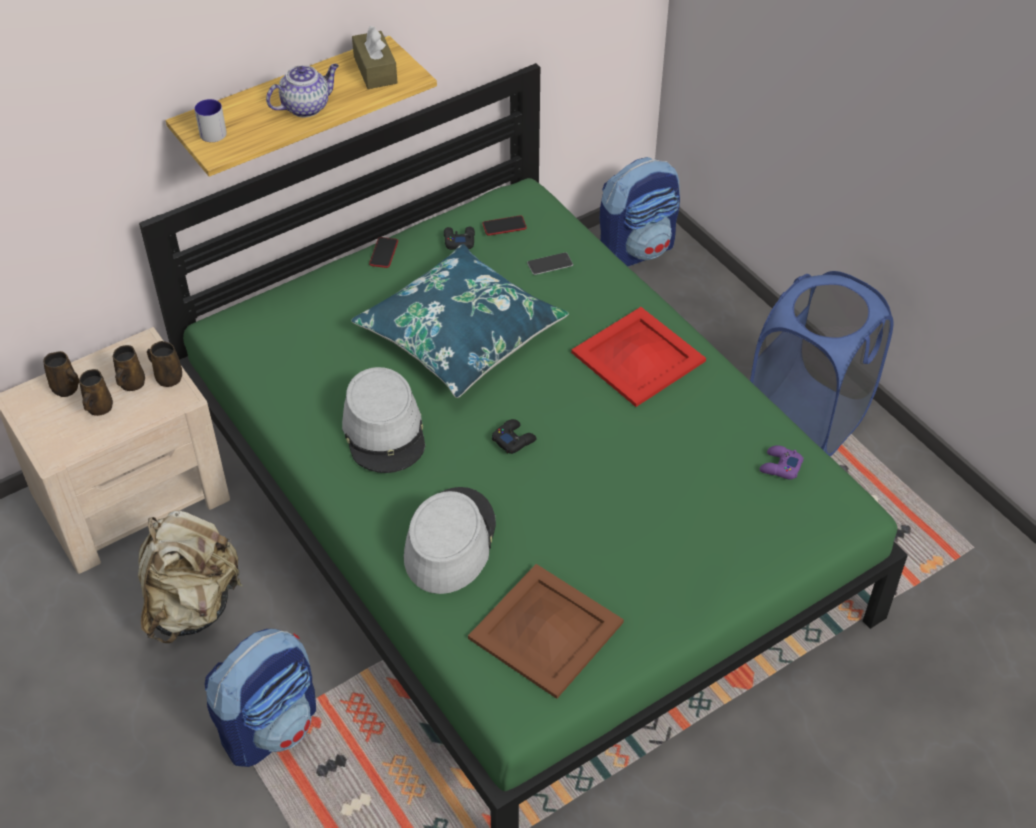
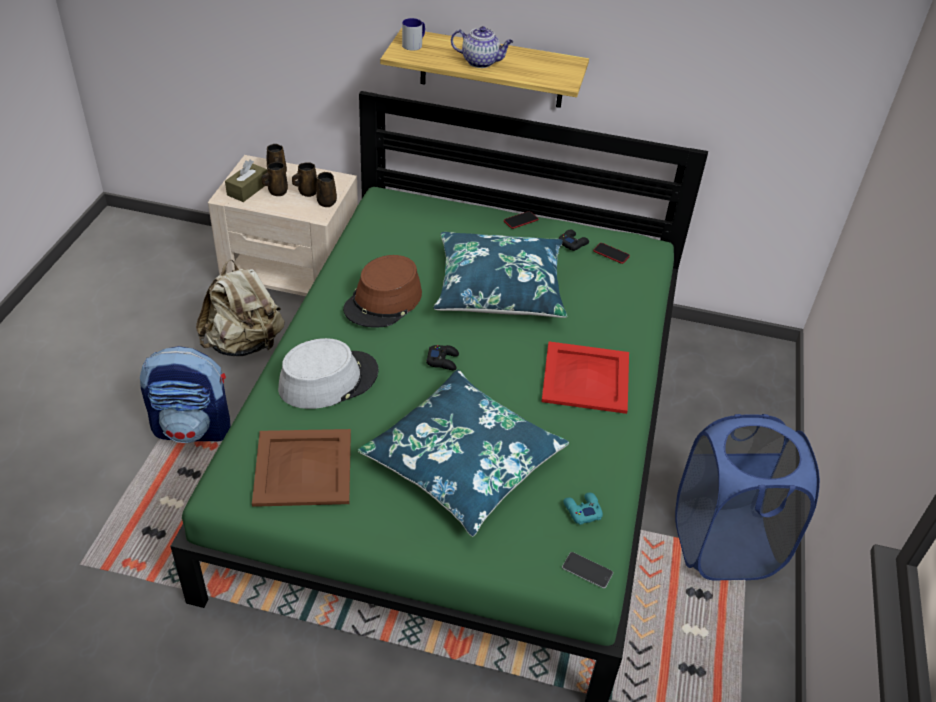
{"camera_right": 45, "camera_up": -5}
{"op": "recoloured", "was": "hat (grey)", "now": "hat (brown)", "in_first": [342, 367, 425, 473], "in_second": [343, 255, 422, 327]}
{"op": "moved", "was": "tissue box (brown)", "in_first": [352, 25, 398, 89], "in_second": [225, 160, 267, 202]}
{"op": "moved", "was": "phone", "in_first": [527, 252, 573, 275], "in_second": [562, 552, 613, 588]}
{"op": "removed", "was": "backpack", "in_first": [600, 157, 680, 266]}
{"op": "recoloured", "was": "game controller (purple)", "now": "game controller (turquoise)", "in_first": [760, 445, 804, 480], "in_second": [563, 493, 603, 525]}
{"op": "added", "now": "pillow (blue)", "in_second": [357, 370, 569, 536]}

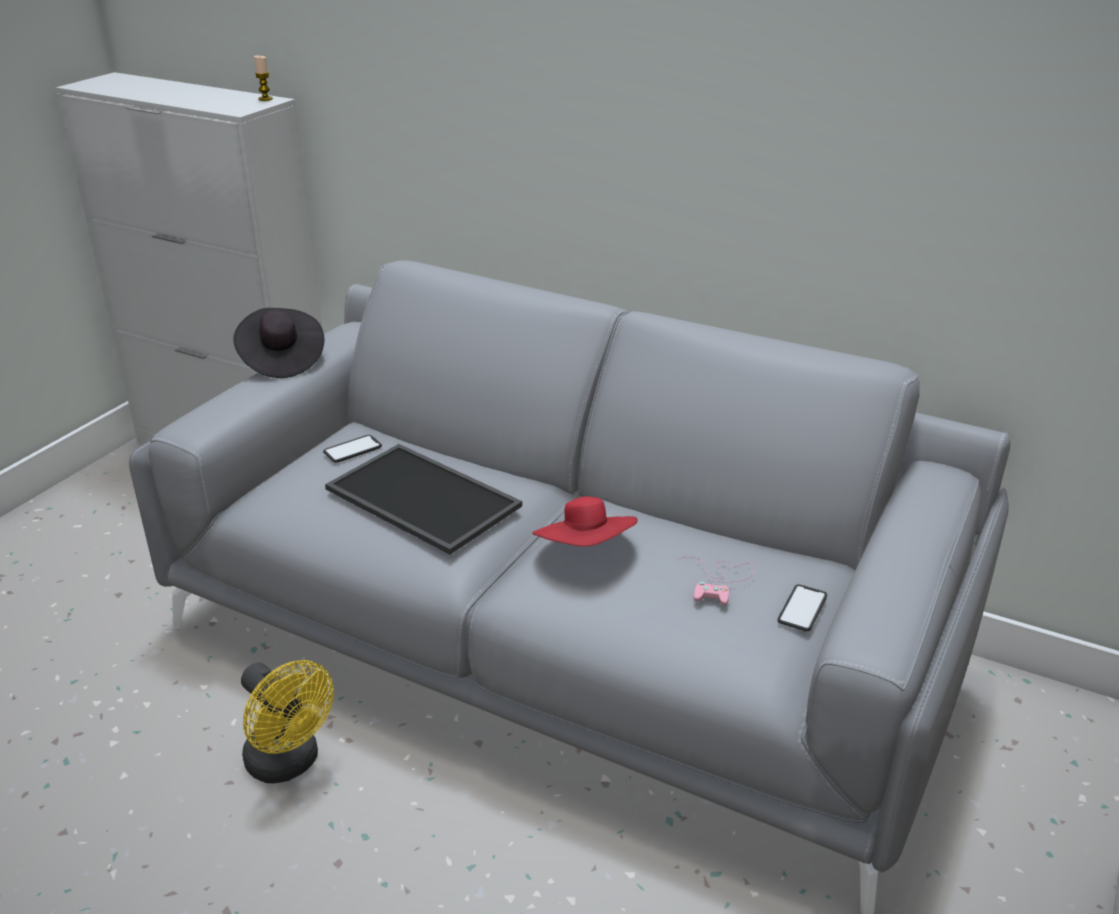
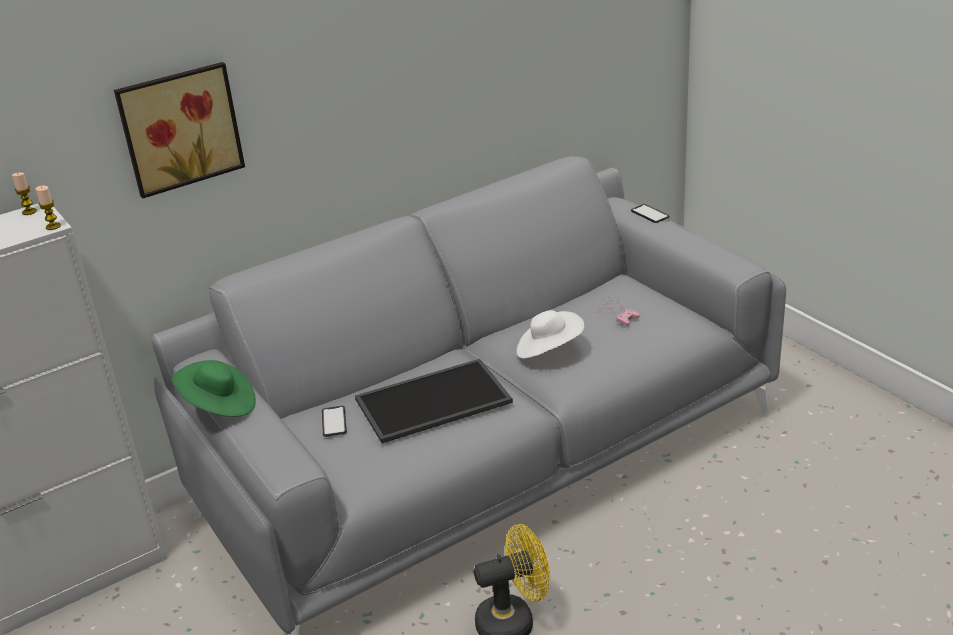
{"camera_right": -60, "camera_up": 0}
{"op": "recoloured", "was": "hat (black)", "now": "hat (green)", "in_first": [233, 308, 325, 378], "in_second": [172, 360, 256, 417]}
{"op": "recoloured", "was": "hat (red)", "now": "hat (white)", "in_first": [533, 496, 638, 547], "in_second": [517, 310, 584, 359]}
{"op": "moved", "was": "phone", "in_first": [778, 584, 827, 631], "in_second": [631, 204, 669, 223]}
{"op": "added", "now": "candle", "in_second": [36, 186, 61, 230]}
{"op": "added", "now": "picture", "in_second": [114, 62, 245, 198]}

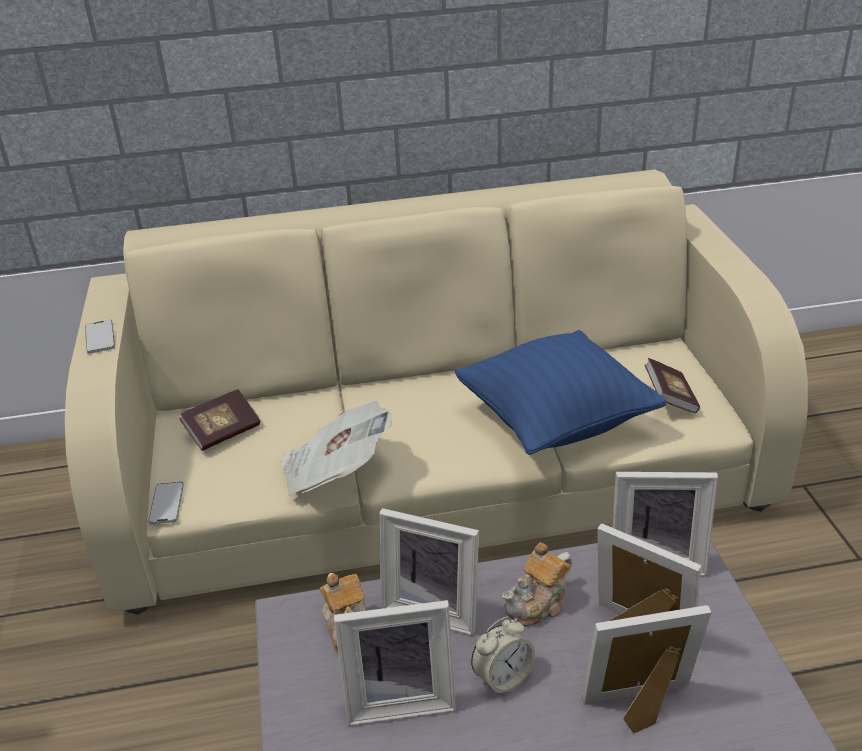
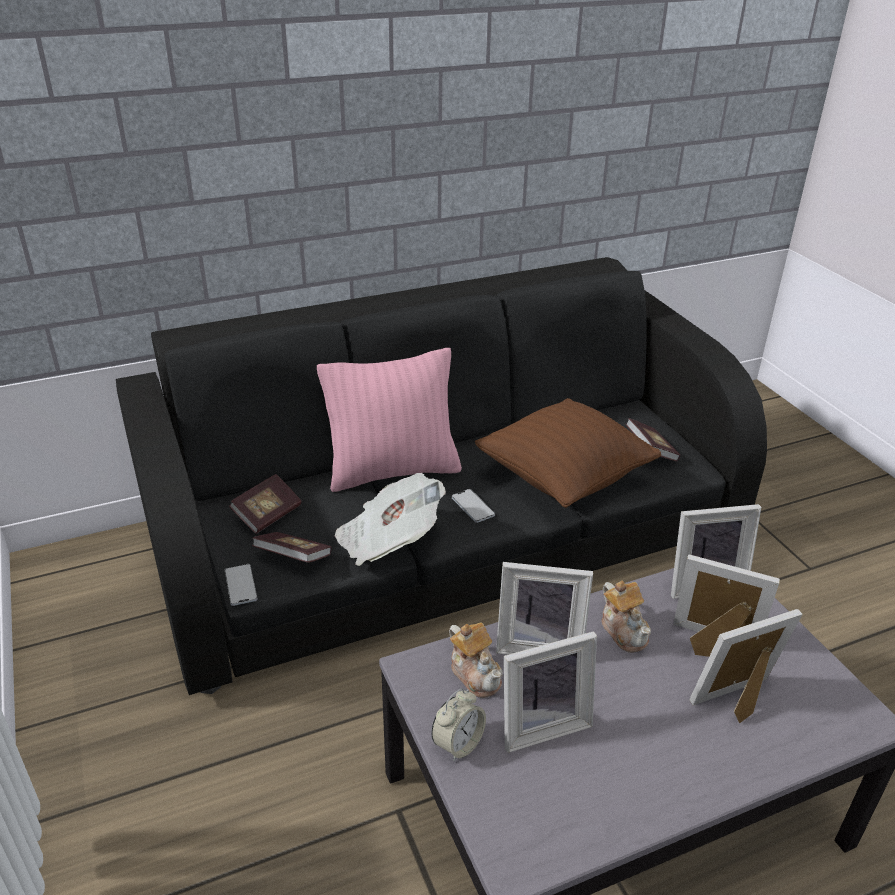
{"camera_right": -15, "camera_up": 0}
{"op": "recoloured", "was": "sofa (beige)", "now": "sofa (black)", "in_first": [65, 169, 808, 615], "in_second": [116, 257, 767, 695]}
{"op": "moved", "was": "phone", "in_first": [85, 320, 115, 354], "in_second": [452, 489, 495, 523]}
{"op": "recoloured", "was": "pillow (blue)", "now": "pillow (brown)", "in_first": [455, 330, 666, 455], "in_second": [475, 398, 661, 508]}
{"op": "moved", "was": "alarm clock", "in_first": [471, 616, 535, 696], "in_second": [431, 688, 486, 762]}
{"op": "turned", "was": "teapot", "in_first": [502, 543, 572, 626], "in_second": [602, 581, 651, 653], "clockwise": -60}
{"op": "added", "now": "book", "in_second": [252, 532, 332, 563]}
{"op": "added", "now": "pillow (pink)", "in_second": [317, 348, 462, 492]}

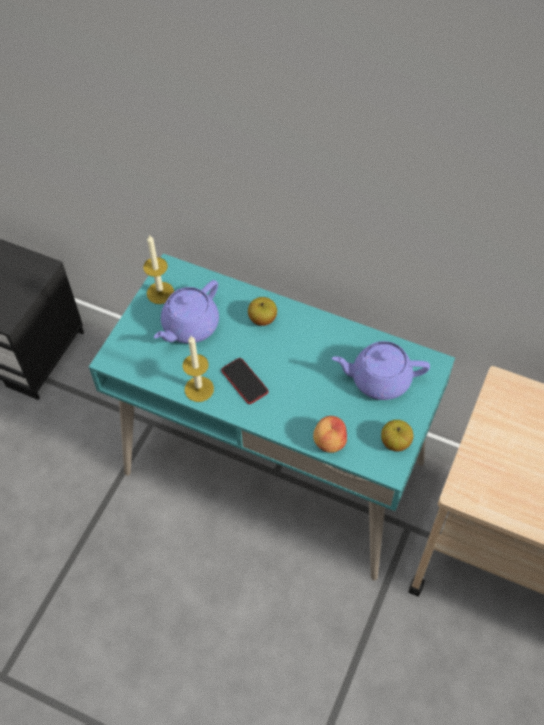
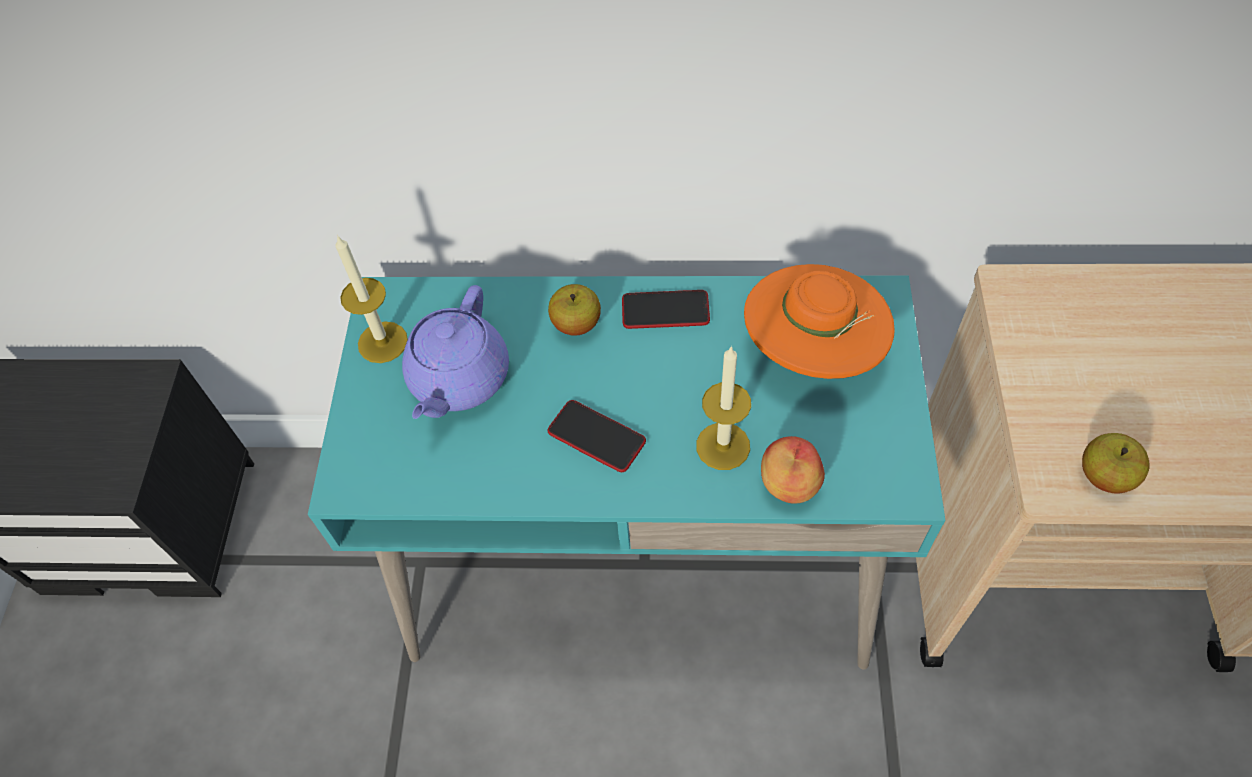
{"camera_right": -20, "camera_up": 0}
{"op": "moved", "was": "candle", "in_first": [183, 336, 214, 402], "in_second": [696, 346, 751, 470]}
{"op": "replaced", "was": "teapot (purple)", "now": "hat (orange)", "in_first": [332, 341, 430, 400], "in_second": [744, 264, 895, 379]}
{"op": "moved", "was": "apple", "in_first": [381, 420, 413, 451], "in_second": [1082, 433, 1150, 493]}
{"op": "added", "now": "phone", "in_second": [622, 290, 710, 329]}

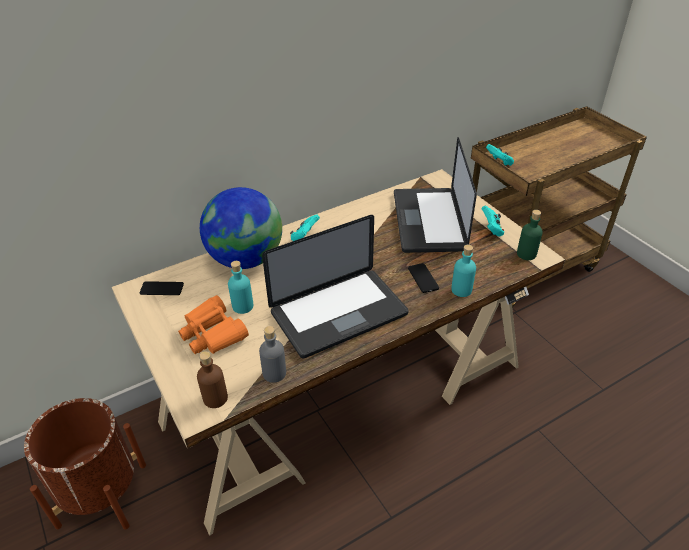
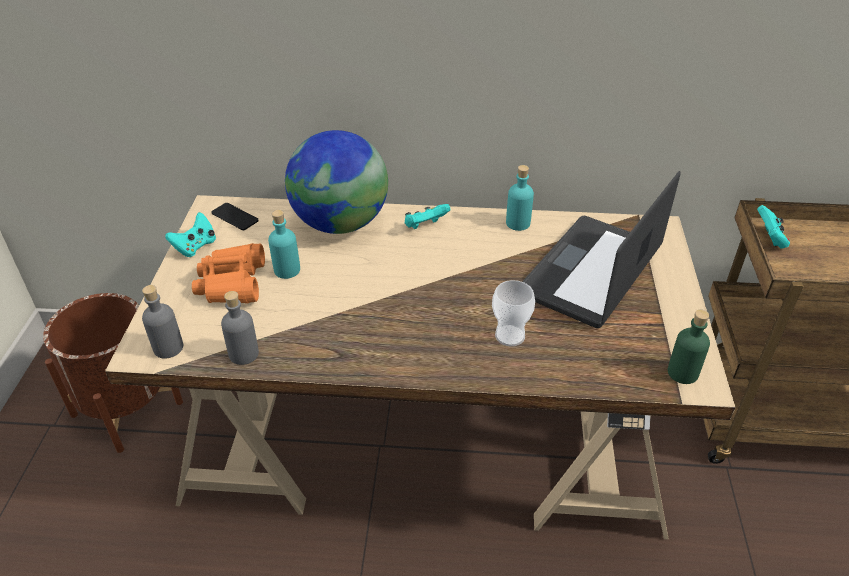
{"camera_right": 35, "camera_up": 0}
{"op": "recoloured", "was": "bottle (brown)", "now": "bottle (grey)", "in_first": [197, 351, 228, 408], "in_second": [142, 285, 183, 358]}
{"op": "removed", "was": "laptop", "in_first": [262, 215, 409, 358]}
{"op": "replaced", "was": "phone", "now": "cup", "in_first": [408, 263, 439, 293], "in_second": [492, 280, 535, 346]}
{"op": "moved", "was": "bottle (turquoise)", "in_first": [451, 245, 476, 297], "in_second": [506, 165, 534, 231]}
{"op": "moved", "was": "game controller (turquoise)", "in_first": [482, 206, 504, 236], "in_second": [165, 212, 216, 257]}

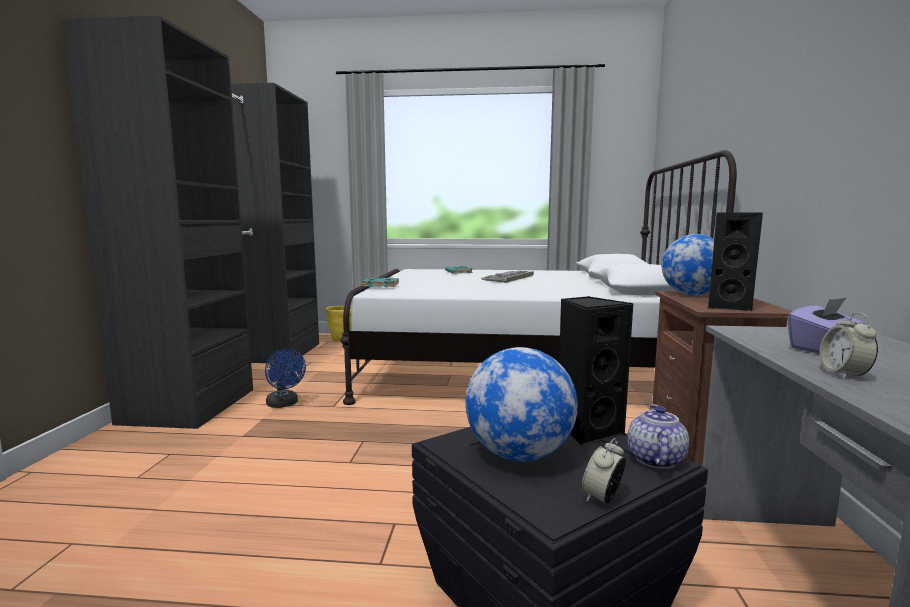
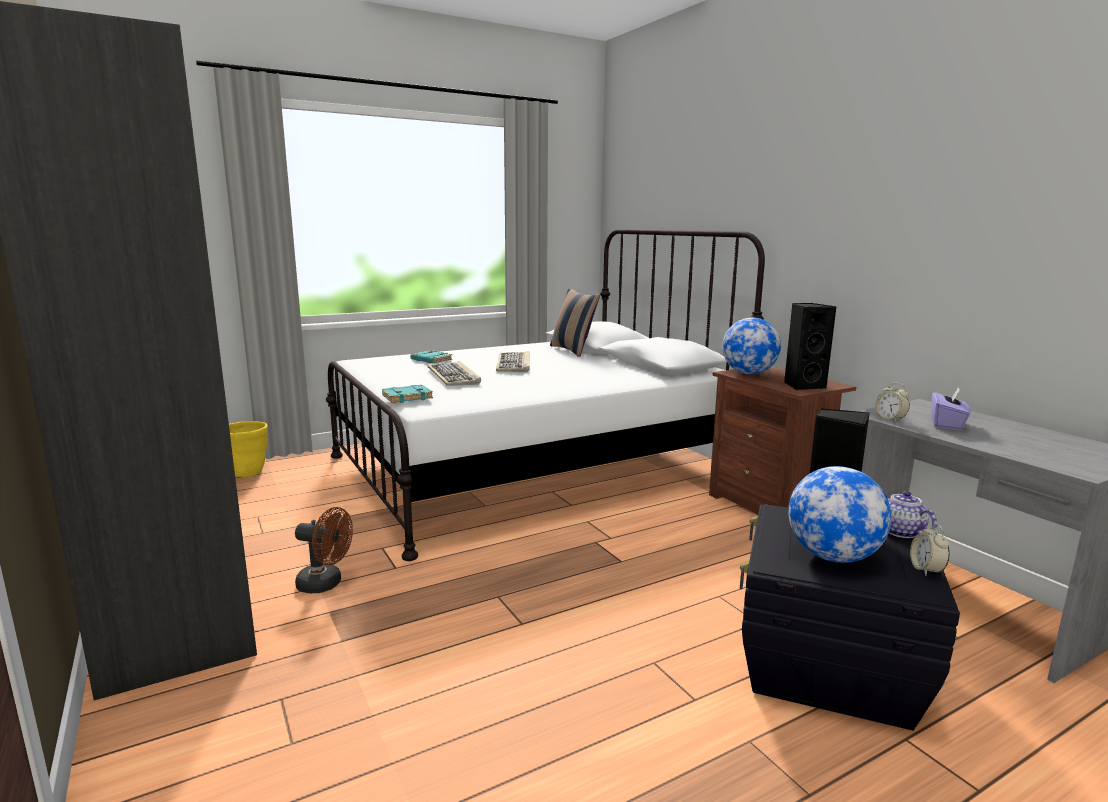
{"camera_right": -35, "camera_up": 5}
{"op": "recoloured", "was": "fan (blue)", "now": "fan (brown)", "in_first": [265, 349, 306, 408], "in_second": [295, 507, 353, 593]}
{"op": "moved", "was": "alarm clock", "in_first": [820, 313, 878, 379], "in_second": [875, 383, 910, 422]}
{"op": "added", "now": "keyboard", "in_second": [428, 361, 481, 386]}
{"op": "added", "now": "pillow", "in_second": [550, 289, 600, 357]}

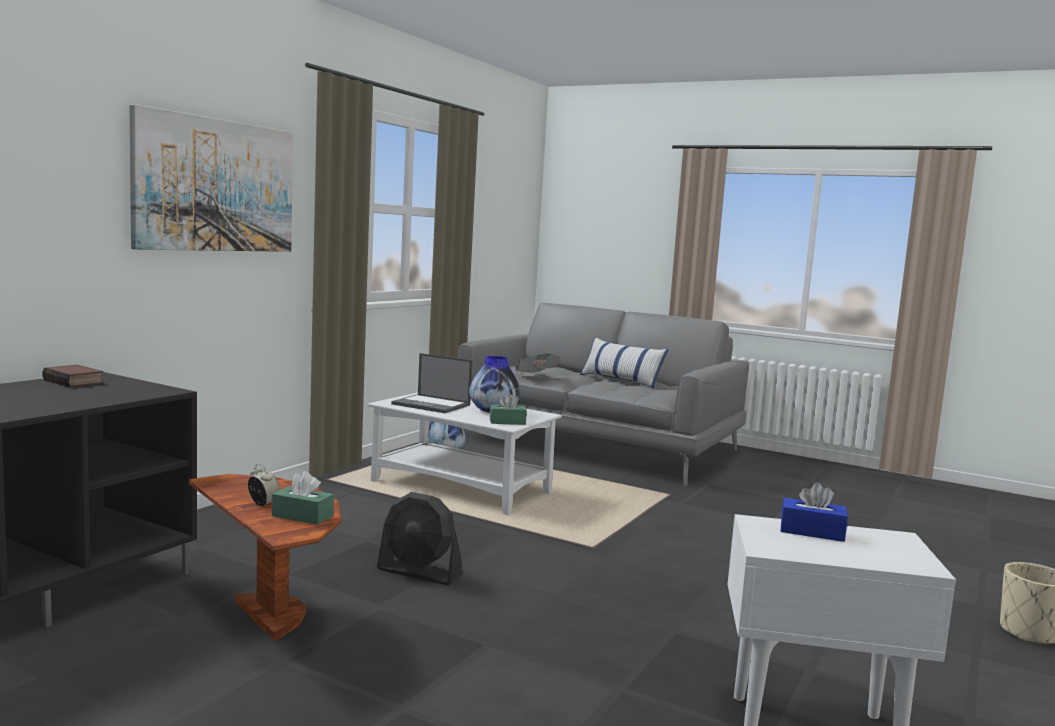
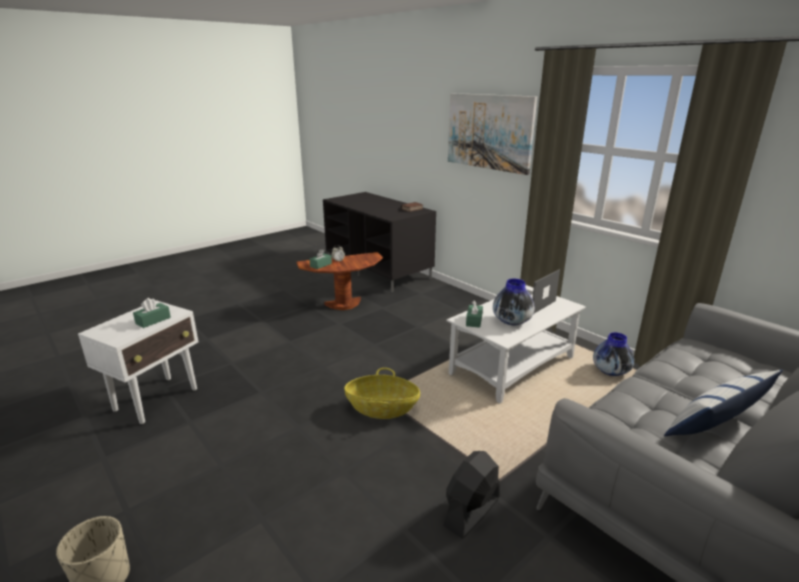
{"camera_right": 110, "camera_up": 15}
{"op": "moved", "was": "fan (black)", "in_first": [377, 492, 463, 585], "in_second": [443, 451, 500, 539]}
{"op": "removed", "was": "newspaper", "in_first": [515, 353, 560, 373]}
{"op": "recoloured", "was": "tissue box (blue)", "now": "tissue box (green)", "in_first": [781, 482, 848, 542], "in_second": [133, 298, 171, 328]}
{"op": "added", "now": "basket", "in_second": [344, 368, 420, 419]}

